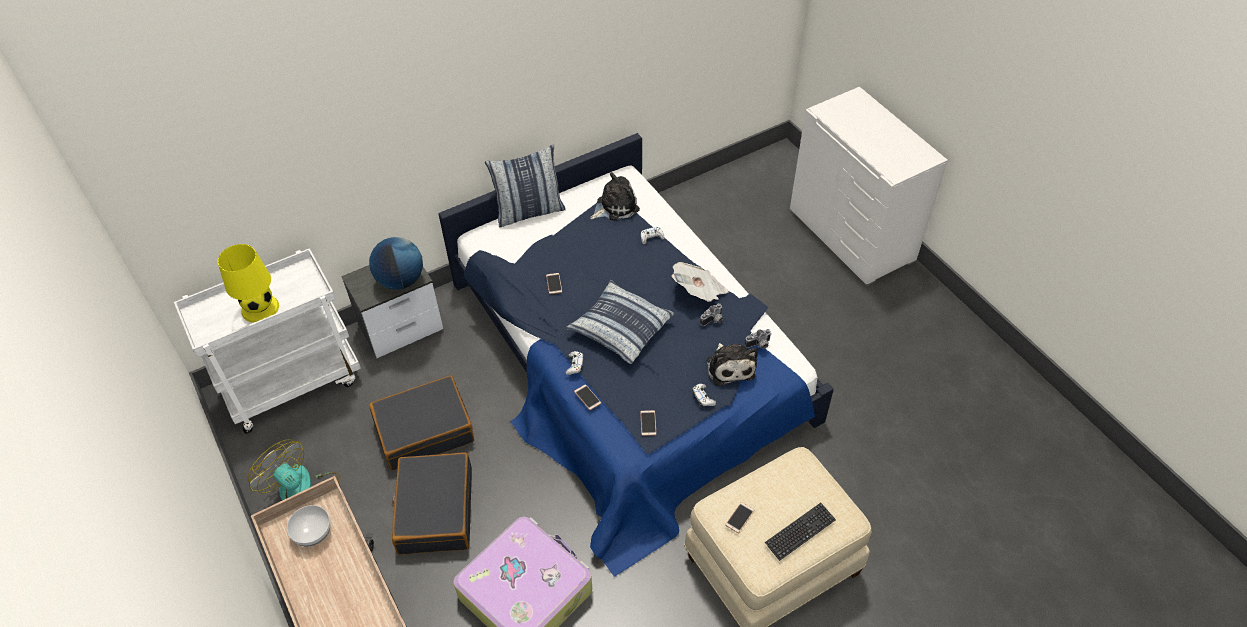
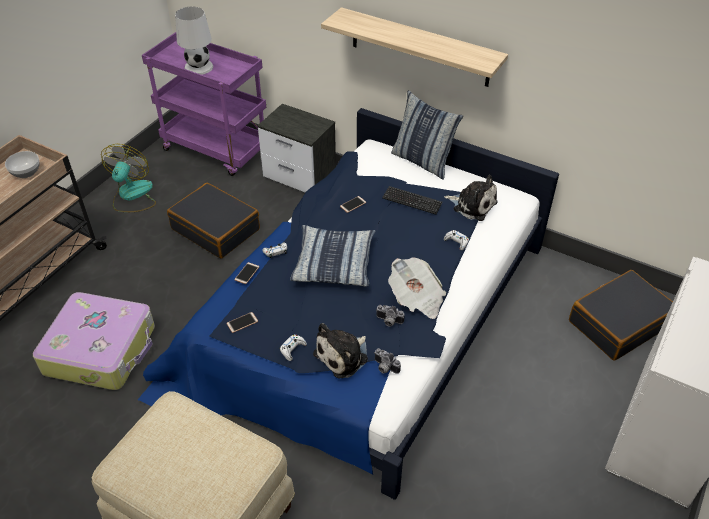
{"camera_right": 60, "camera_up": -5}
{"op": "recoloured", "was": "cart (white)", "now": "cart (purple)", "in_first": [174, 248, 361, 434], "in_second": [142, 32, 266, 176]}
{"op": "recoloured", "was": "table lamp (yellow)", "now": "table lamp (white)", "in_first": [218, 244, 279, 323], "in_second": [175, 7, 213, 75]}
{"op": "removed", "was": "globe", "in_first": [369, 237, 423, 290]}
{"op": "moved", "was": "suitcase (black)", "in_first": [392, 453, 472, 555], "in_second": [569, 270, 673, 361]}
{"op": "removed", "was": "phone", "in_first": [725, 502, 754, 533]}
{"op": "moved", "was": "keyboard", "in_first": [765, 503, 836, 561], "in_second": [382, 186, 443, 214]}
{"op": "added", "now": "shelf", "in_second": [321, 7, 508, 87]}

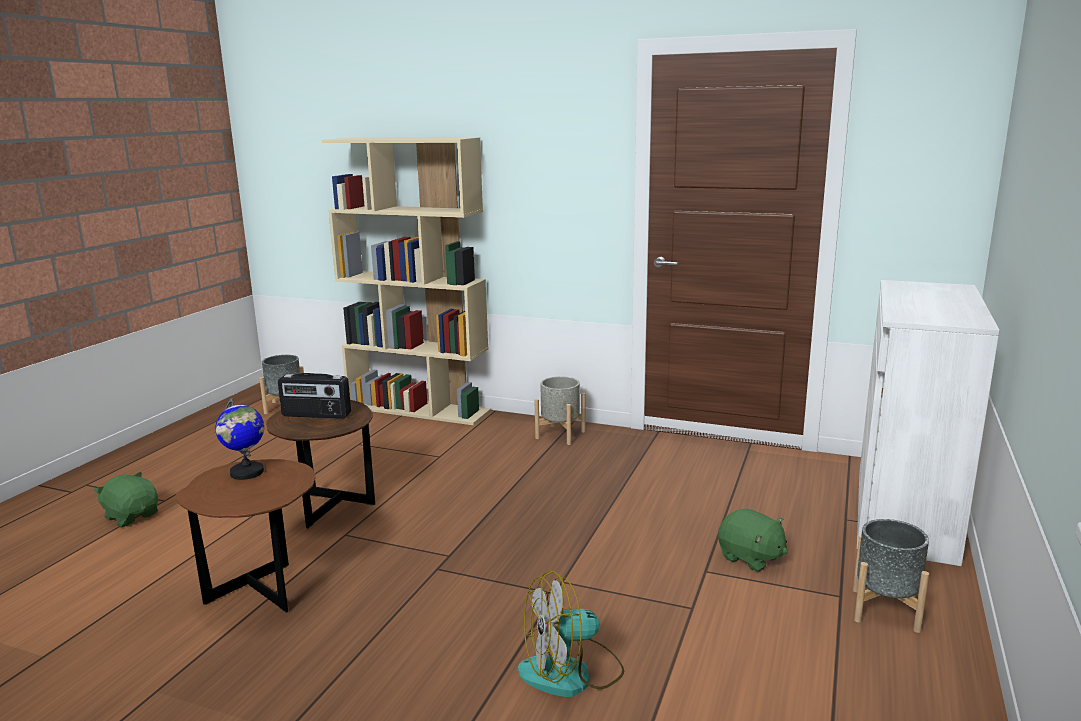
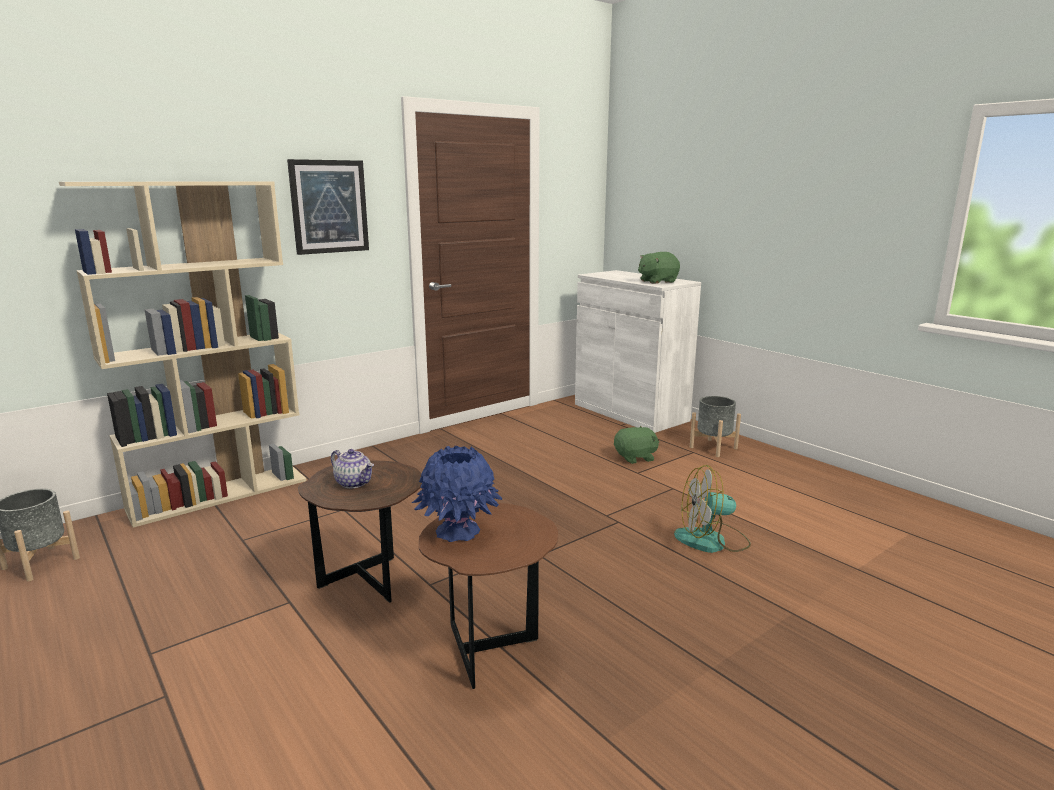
{"camera_right": -60, "camera_up": 0}
{"op": "moved", "was": "plush toy (green)", "in_first": [93, 472, 158, 527], "in_second": [638, 252, 680, 284]}
{"op": "replaced", "was": "globe", "now": "vase (blue)", "in_first": [215, 398, 264, 480], "in_second": [412, 446, 502, 542]}
{"op": "replaced", "was": "radio", "now": "teapot", "in_first": [278, 373, 351, 419], "in_second": [331, 449, 374, 488]}
{"op": "turned", "was": "fan", "in_first": [518, 571, 624, 697], "in_second": [674, 465, 751, 553], "clockwise": 75}
{"op": "removed", "was": "planter (grey)", "in_first": [535, 376, 586, 445]}
{"op": "added", "now": "picture", "in_second": [287, 159, 369, 255]}

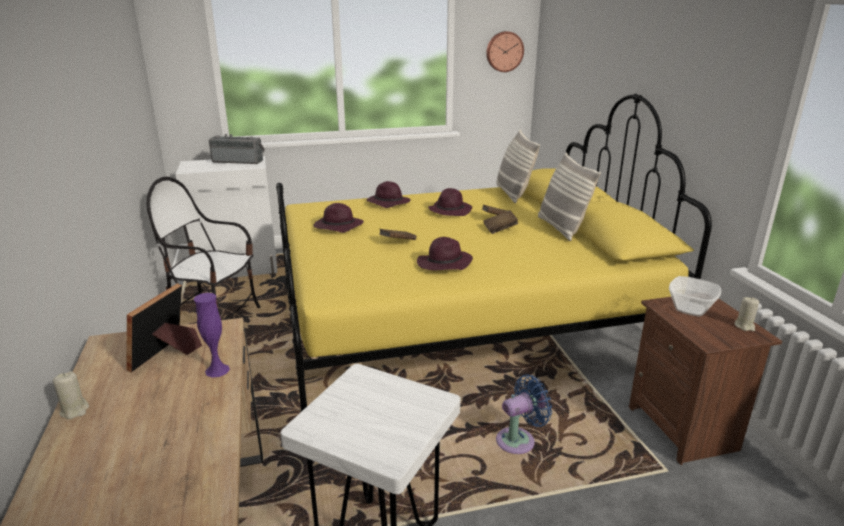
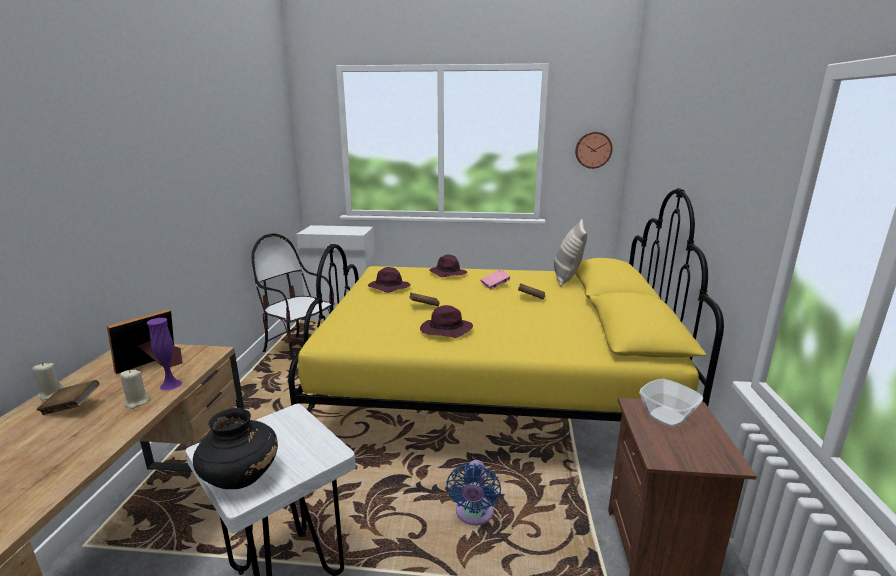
{"camera_right": 20, "camera_up": -5}
{"op": "removed", "was": "radio", "in_first": [209, 134, 265, 164]}
{"op": "replaced", "was": "hat (purple)", "now": "book (pink)", "in_first": [428, 188, 472, 216], "in_second": [480, 269, 511, 290]}
{"op": "moved", "was": "book (brown)", "in_first": [483, 210, 519, 234], "in_second": [36, 380, 99, 415]}
{"op": "turned", "was": "fan (blue)", "in_first": [496, 374, 552, 454], "in_second": [446, 460, 501, 525], "clockwise": 105}
{"op": "removed", "was": "pillow", "in_first": [538, 152, 601, 241]}
{"op": "moved", "was": "candle (beige)", "in_first": [735, 297, 759, 331], "in_second": [120, 370, 150, 409]}
{"op": "added", "now": "vase (black)", "in_second": [193, 408, 278, 489]}

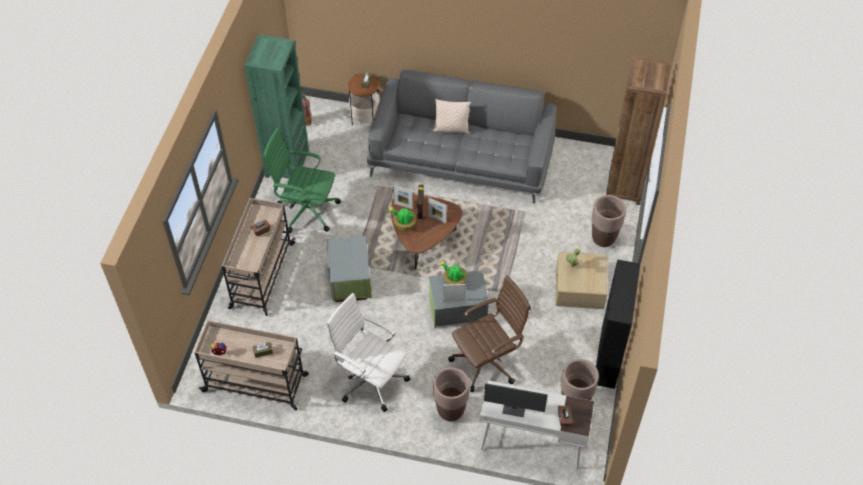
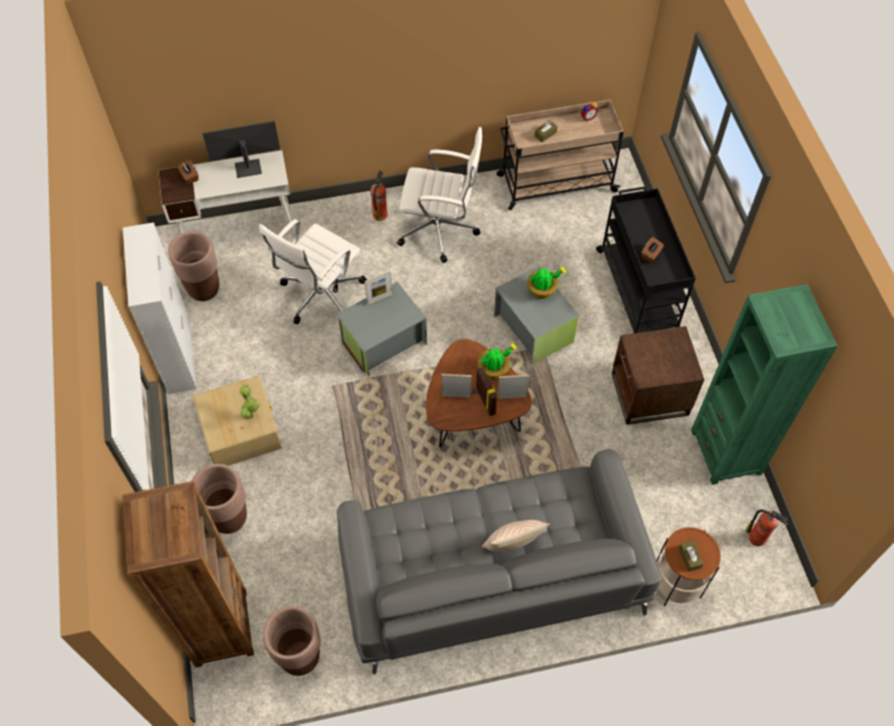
{"camera_right": 155, "camera_up": 5}
{"op": "recoloured", "was": "cart (beige)", "now": "cart (black)", "in_first": [222, 198, 295, 316], "in_second": [596, 186, 696, 333]}
{"op": "replaced", "was": "office chair (green)", "now": "side table (brown)", "in_first": [263, 128, 341, 233], "in_second": [612, 326, 704, 425]}
{"op": "moved", "was": "planter (brown)", "in_first": [433, 367, 470, 421], "in_second": [263, 606, 321, 676]}
{"op": "moved", "was": "potted plant", "in_first": [440, 261, 467, 284], "in_second": [527, 267, 567, 299]}
{"op": "recoloured", "was": "office chair (brown)", "now": "office chair (white)", "in_first": [448, 275, 531, 392], "in_second": [259, 219, 367, 324]}
{"op": "recoloured", "was": "cabinet (black)", "now": "cabinet (white)", "in_first": [596, 259, 640, 389], "in_second": [123, 222, 197, 394]}
{"op": "added", "now": "fire extinguisher", "in_second": [370, 170, 387, 221]}

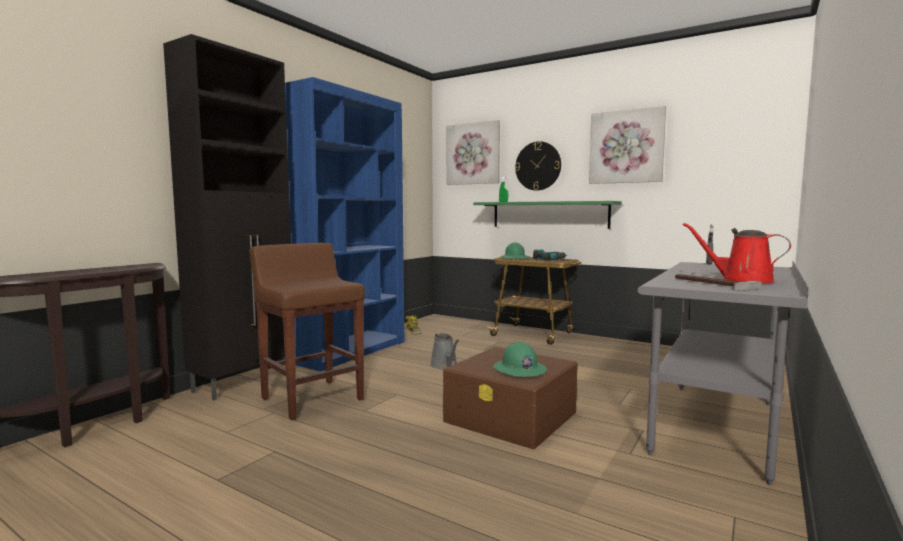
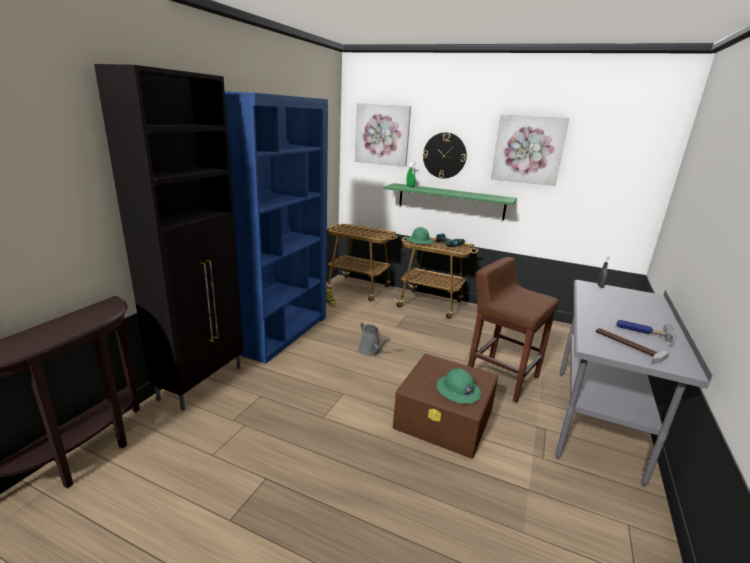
{"camera_right": -10, "camera_up": 15}
{"op": "moved", "was": "stool (brown)", "in_first": [249, 243, 365, 420], "in_second": [468, 257, 559, 403]}
{"op": "replaced", "was": "watering can (red)", "now": "hammer", "in_first": [683, 223, 791, 283], "in_second": [616, 320, 676, 346]}
{"op": "added", "now": "cart", "in_second": [326, 224, 398, 301]}

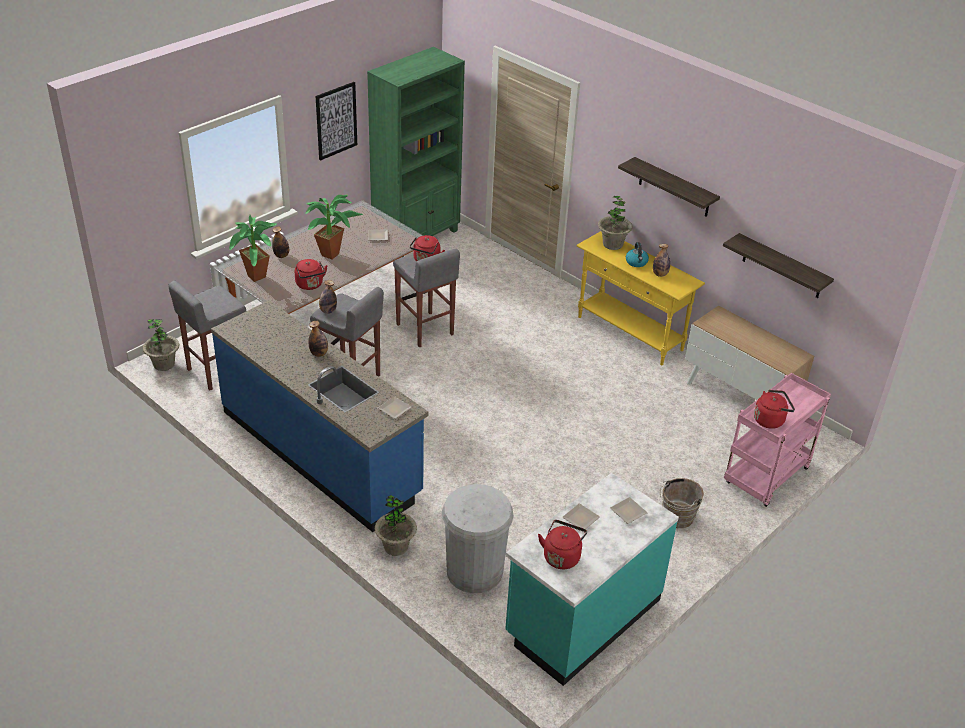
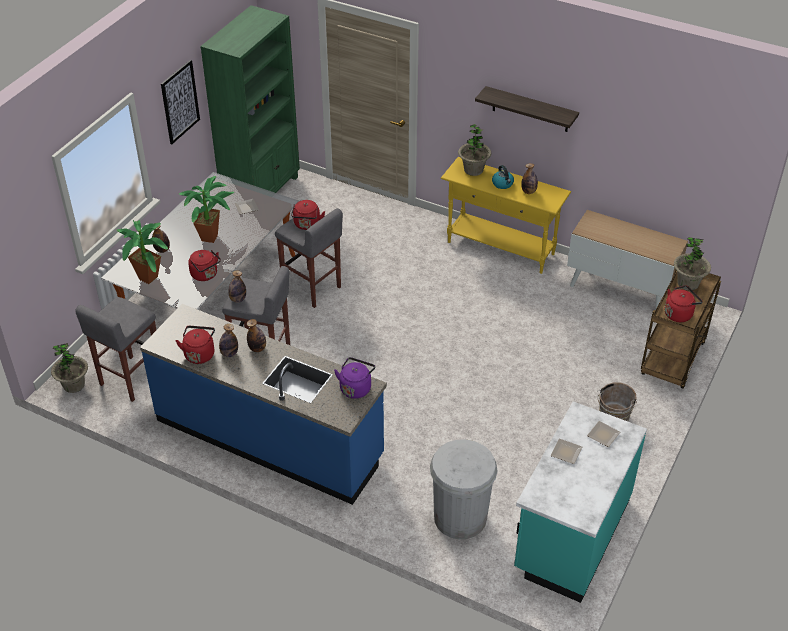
{"camera_right": -15, "camera_up": 5}
{"op": "moved", "was": "potted plant", "in_first": [375, 495, 417, 556], "in_second": [674, 237, 711, 290]}
{"op": "replaced", "was": "plate", "now": "kettle (purple)", "in_first": [378, 396, 412, 419], "in_second": [334, 357, 375, 399]}
{"op": "moved", "was": "kettle (red)", "in_first": [538, 520, 587, 569], "in_second": [176, 326, 215, 364]}
{"op": "removed", "was": "shelf", "in_first": [723, 233, 834, 298]}
{"op": "recoloured", "was": "cart (pink)", "now": "cart (brown)", "in_first": [724, 373, 831, 507], "in_second": [641, 269, 721, 389]}
{"op": "added", "now": "bottle", "in_second": [219, 324, 238, 357]}

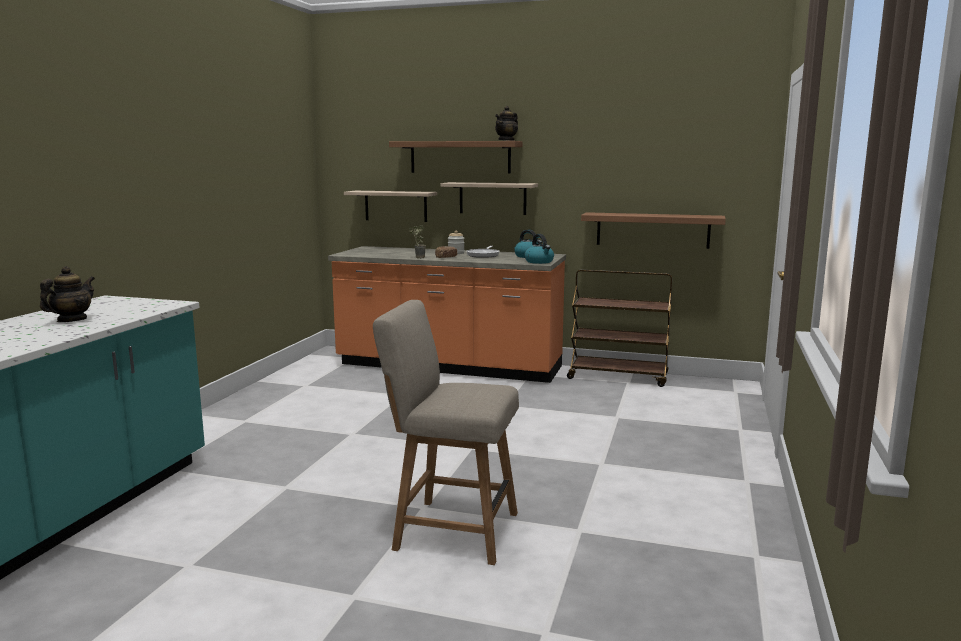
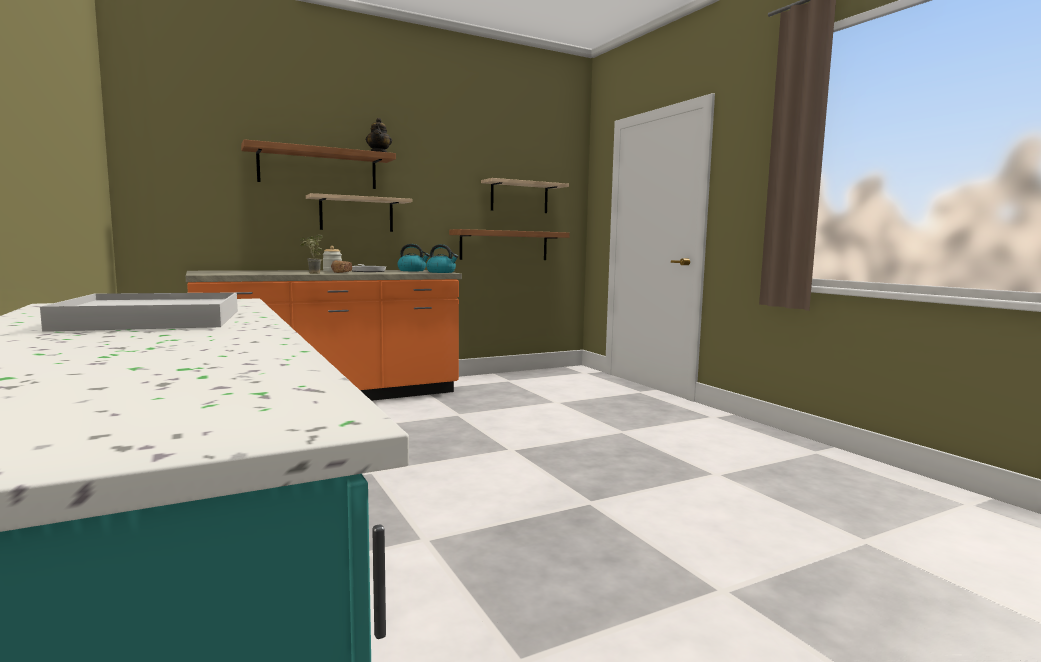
{"camera_right": -45, "camera_up": -5}
{"op": "replaced", "was": "teapot", "now": "tray (white)", "in_first": [40, 266, 95, 322], "in_second": [40, 292, 238, 332]}
{"op": "moved", "was": "shelf", "in_first": [344, 191, 437, 222], "in_second": [481, 178, 569, 213]}
{"op": "removed", "was": "chair (beige)", "in_first": [373, 300, 519, 565]}
{"op": "removed", "was": "cart (brown)", "in_first": [567, 270, 672, 387]}

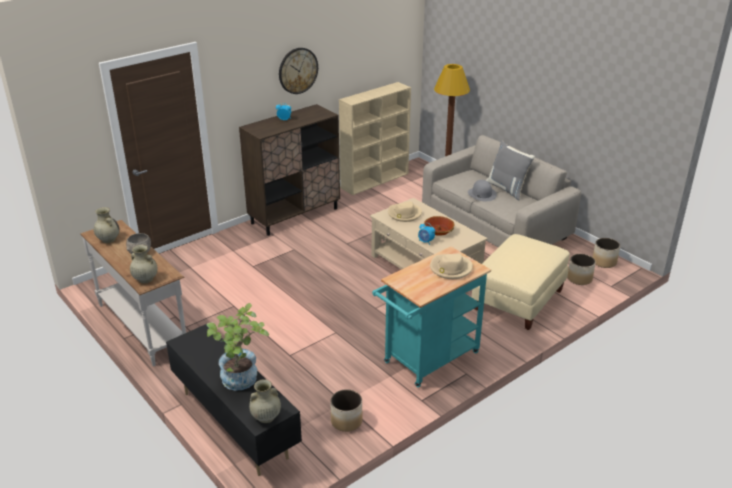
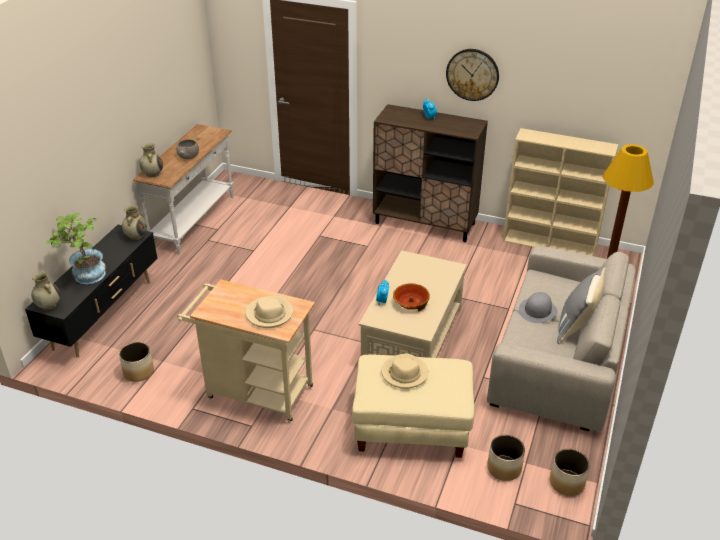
{"camera_right": 60, "camera_up": 5}
{"op": "moved", "was": "vase (beige)", "in_first": [94, 207, 119, 243], "in_second": [122, 205, 147, 240]}
{"op": "recoloured", "was": "cart (turquoise)", "now": "cart (beige)", "in_first": [372, 247, 491, 388], "in_second": [177, 280, 315, 423]}
{"op": "moved", "was": "hat (beige)", "in_first": [388, 201, 422, 222], "in_second": [381, 353, 429, 389]}

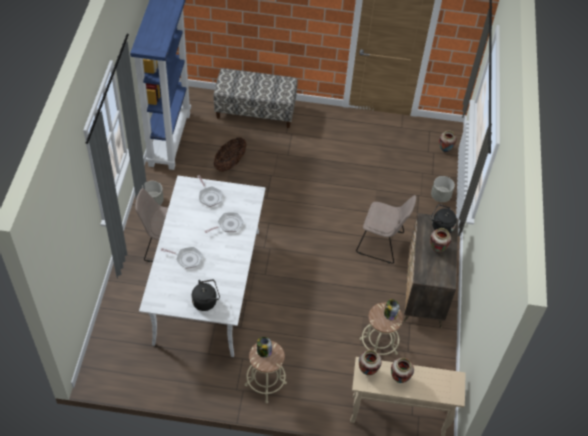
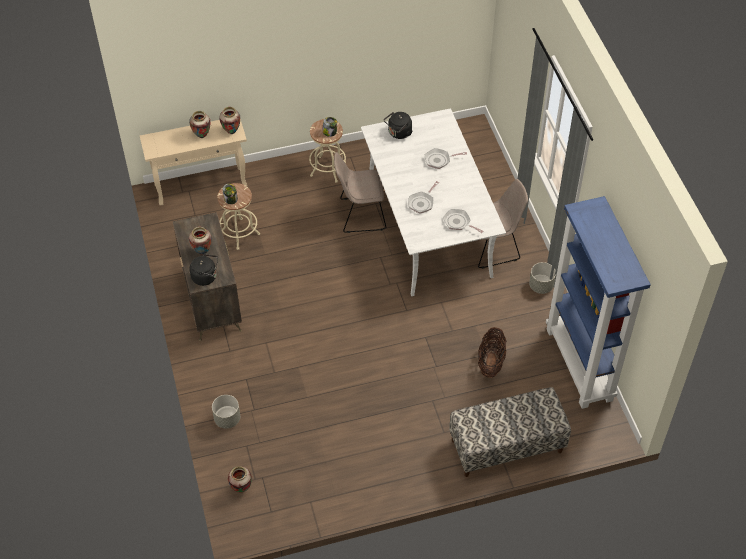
{"camera_right": 160, "camera_up": 0}
{"op": "moved", "was": "chair (beige)", "in_first": [356, 195, 416, 264], "in_second": [334, 152, 386, 233]}

